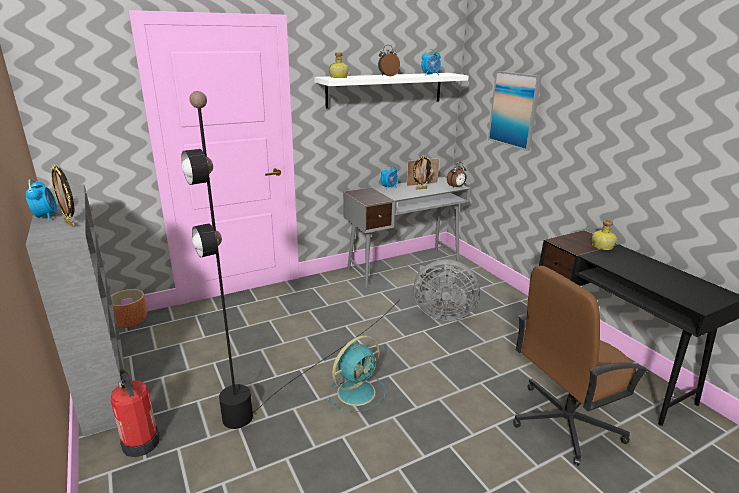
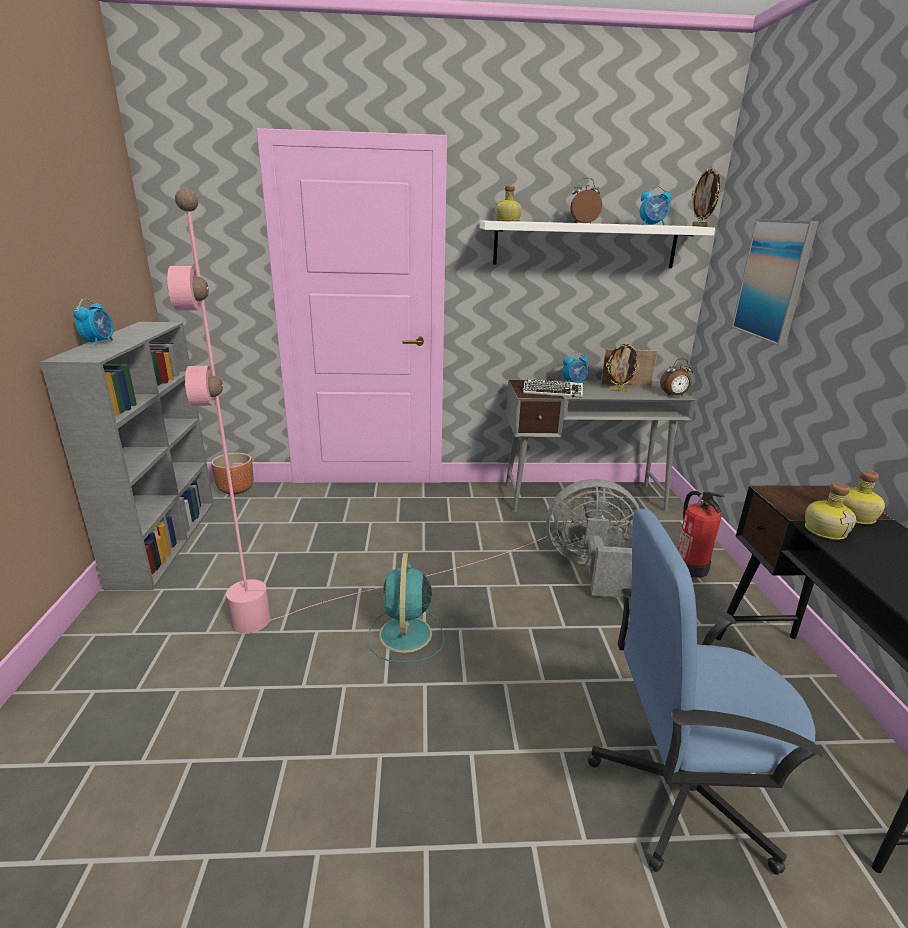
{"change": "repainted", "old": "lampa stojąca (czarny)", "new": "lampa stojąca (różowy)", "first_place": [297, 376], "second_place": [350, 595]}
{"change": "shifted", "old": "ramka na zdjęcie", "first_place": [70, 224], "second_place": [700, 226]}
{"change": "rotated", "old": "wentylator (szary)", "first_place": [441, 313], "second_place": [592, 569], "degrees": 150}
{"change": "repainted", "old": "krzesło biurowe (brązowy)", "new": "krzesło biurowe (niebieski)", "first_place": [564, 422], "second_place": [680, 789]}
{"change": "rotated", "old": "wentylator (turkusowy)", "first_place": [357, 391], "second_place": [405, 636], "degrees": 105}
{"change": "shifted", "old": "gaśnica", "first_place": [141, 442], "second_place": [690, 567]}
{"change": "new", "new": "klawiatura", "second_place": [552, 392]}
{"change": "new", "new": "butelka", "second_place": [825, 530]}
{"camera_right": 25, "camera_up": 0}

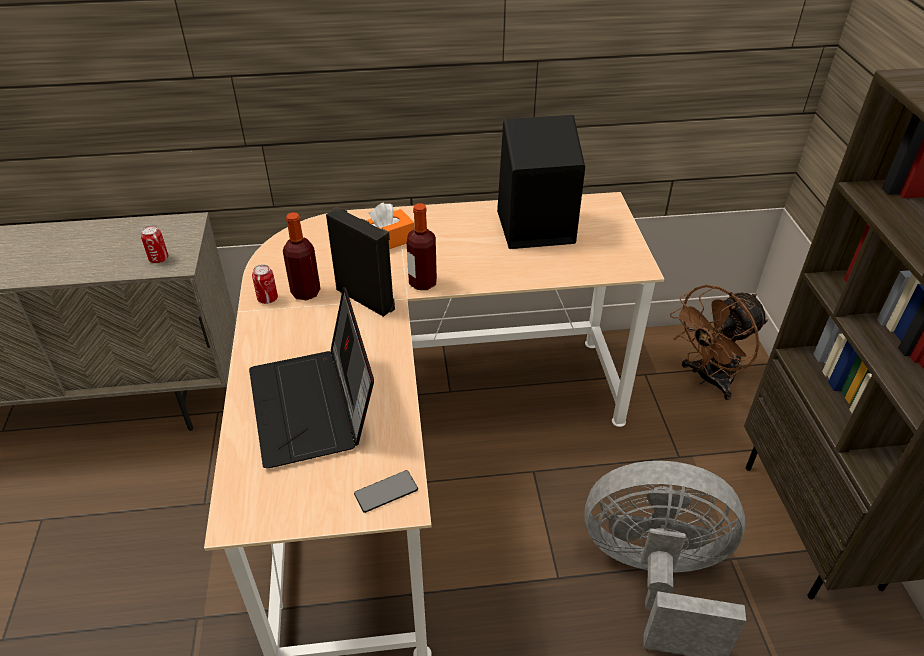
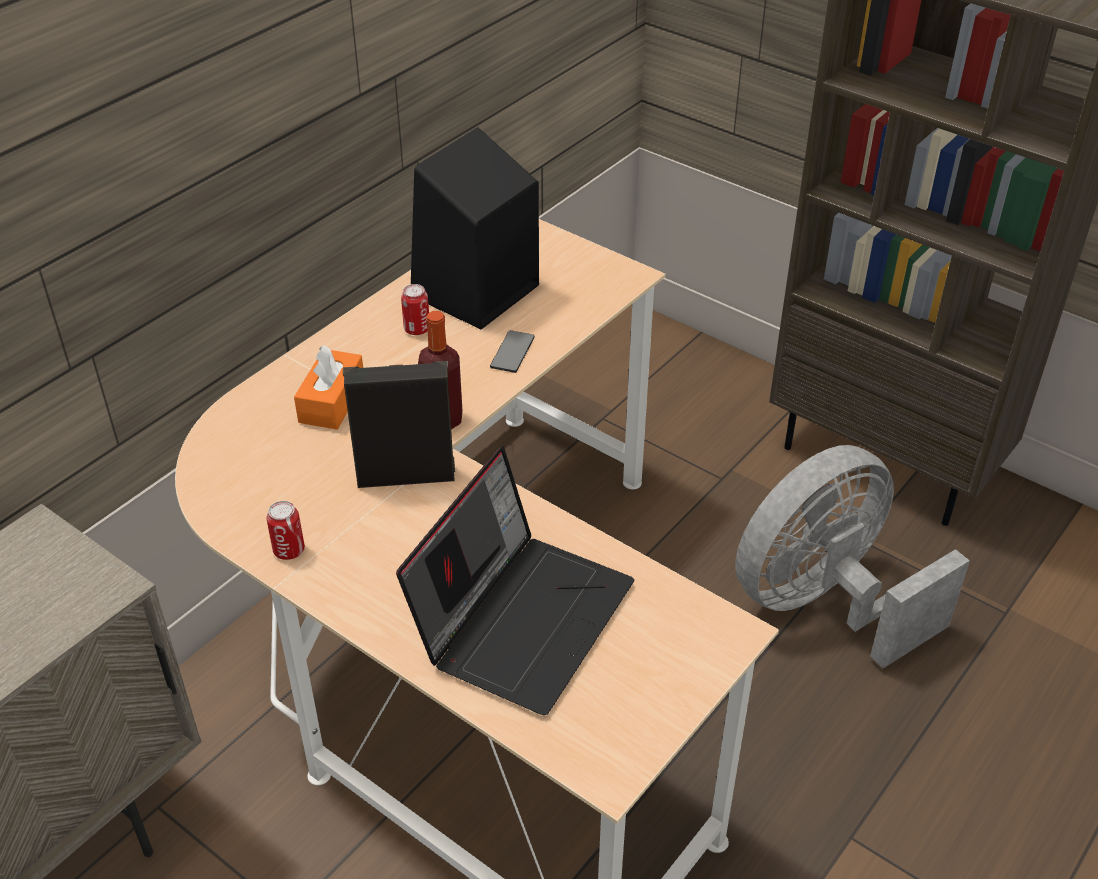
{"change": "gone", "old": "butelka", "first_place": [305, 292]}
{"change": "shifted", "old": "puszka", "first_place": [159, 259], "second_place": [417, 329]}
{"change": "gone", "old": "wentylator (brązowy)", "first_place": [708, 379]}
{"change": "rotated", "old": "laptop", "first_place": [314, 407], "second_place": [522, 616], "degrees": -90}
{"change": "shifted", "old": "telefon", "first_place": [386, 492], "second_place": [512, 352]}
{"camera_right": -45, "camera_up": 0}

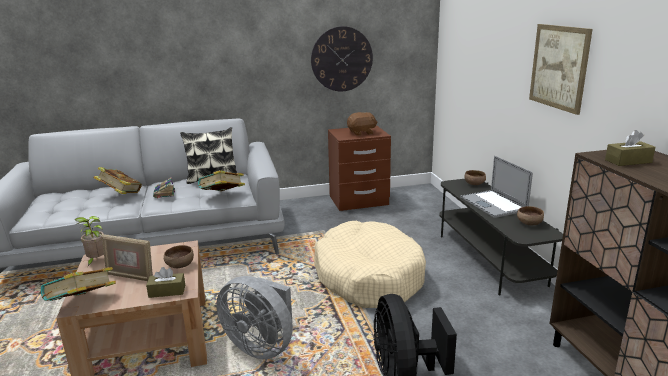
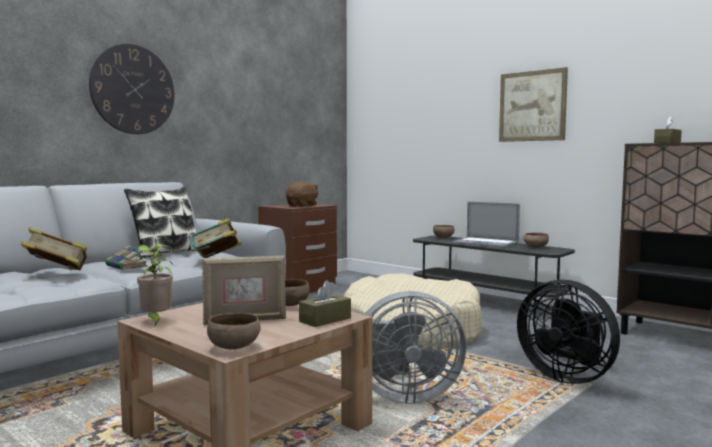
{"change": "shifted", "old": "zegar ścienny", "first_place": [342, 59], "second_place": [133, 89]}
{"change": "swapped", "old": "książka", "new": "miska (brązowy)", "first_place": [82, 304], "second_place": [235, 347]}
{"camera_right": -35, "camera_up": -15}

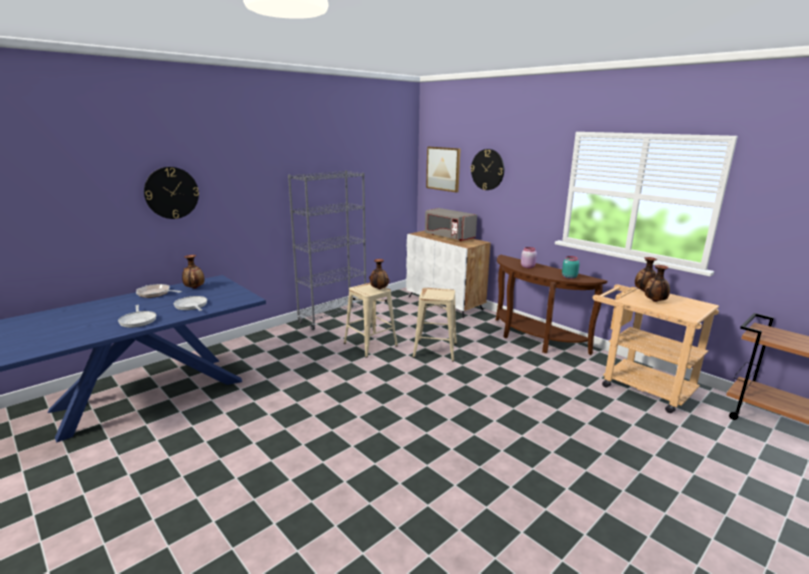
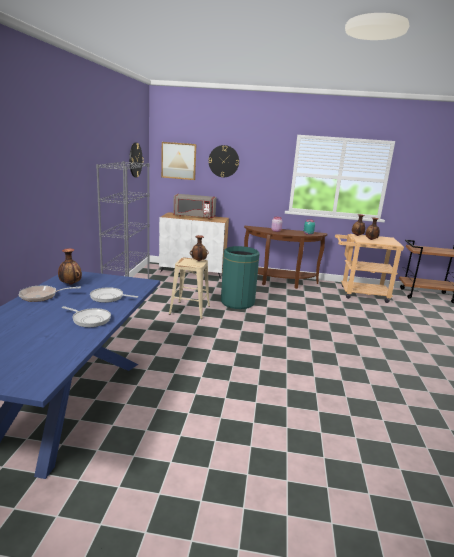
{"change": "shifted", "old": "zegar ścienny", "first_place": [171, 193], "second_place": [135, 160]}
{"change": "swapped", "old": "stołek (beżowy)", "new": "kosz na śmieci (zielony)", "first_place": [435, 350], "second_place": [237, 302]}
{"camera_right": -40, "camera_up": 0}

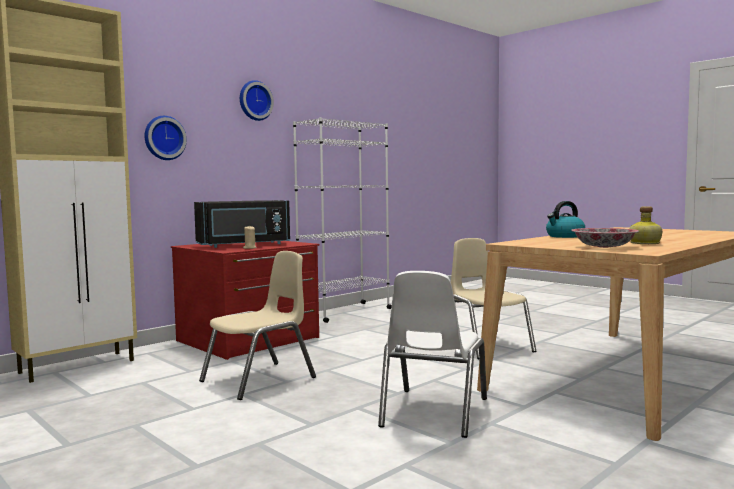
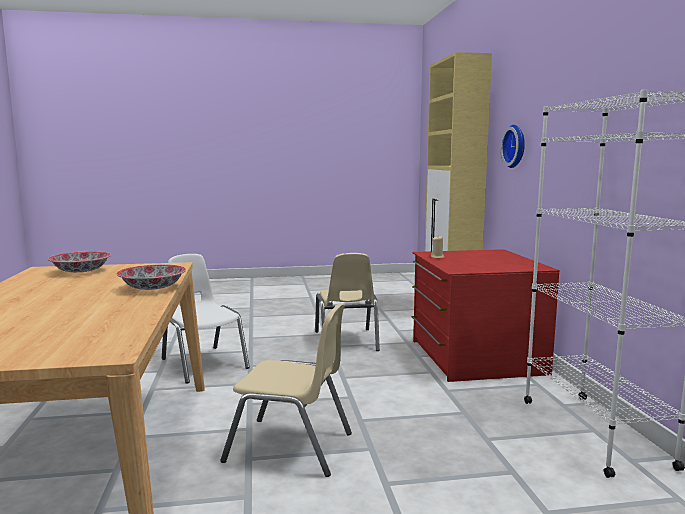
{"change": "gone", "old": "zegar ścienny", "first_place": [254, 101]}
{"change": "gone", "old": "mikrofalówka (czarny)", "first_place": [244, 245]}
{"change": "swapped", "old": "czajnik", "new": "miska", "first_place": [564, 236], "second_place": [152, 288]}
{"change": "gone", "old": "butelka", "first_place": [645, 243]}
{"camera_right": 125, "camera_up": 5}

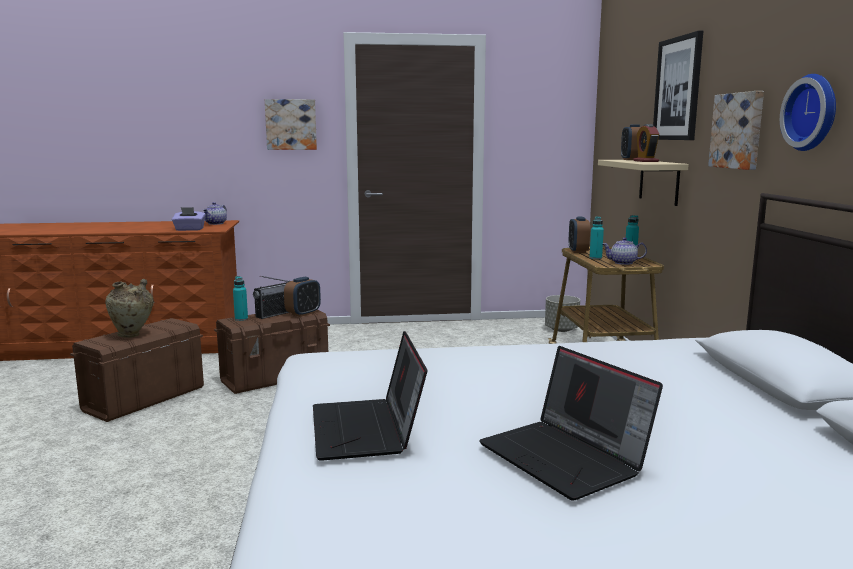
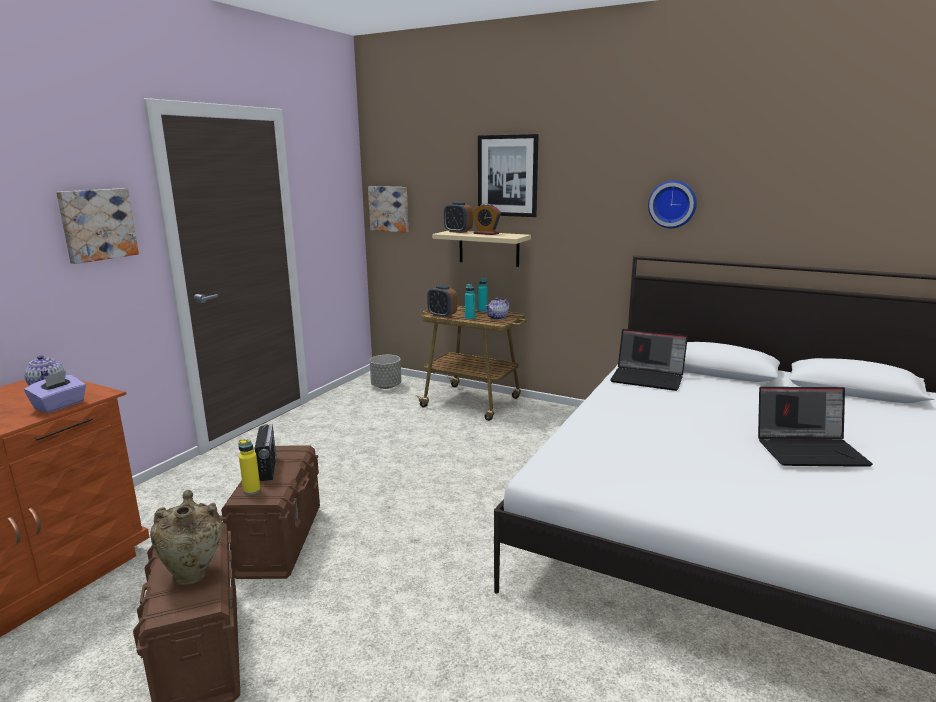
{"change": "shifted", "old": "obraz", "first_place": [738, 131], "second_place": [389, 208]}
{"change": "repainted", "old": "butelka (turkusowy)", "new": "butelka (żółty)", "first_place": [241, 319], "second_place": [252, 490]}
{"change": "gone", "old": "budzik", "first_place": [303, 313]}
{"change": "shifted", "old": "laptop", "first_place": [368, 430], "second_place": [648, 378]}
{"camera_right": -55, "camera_up": 5}

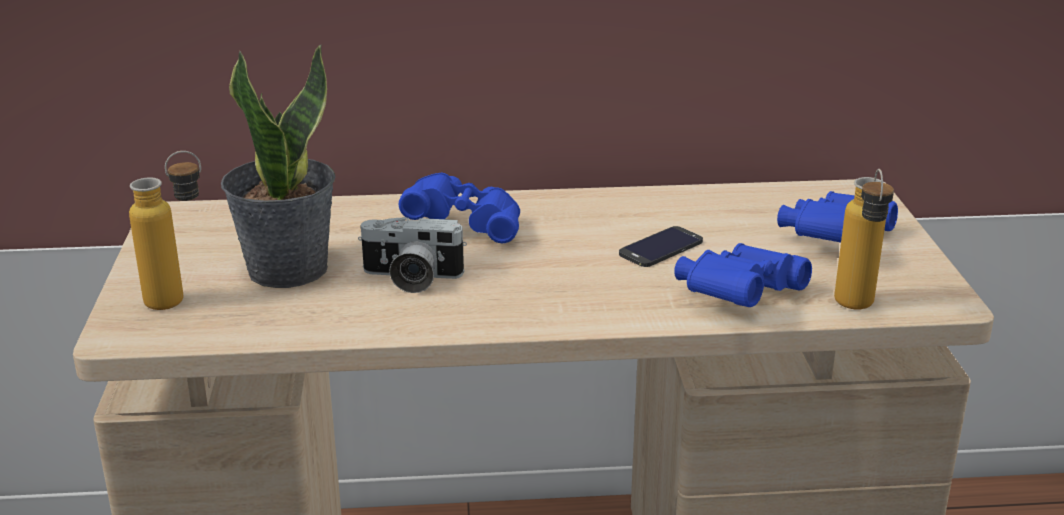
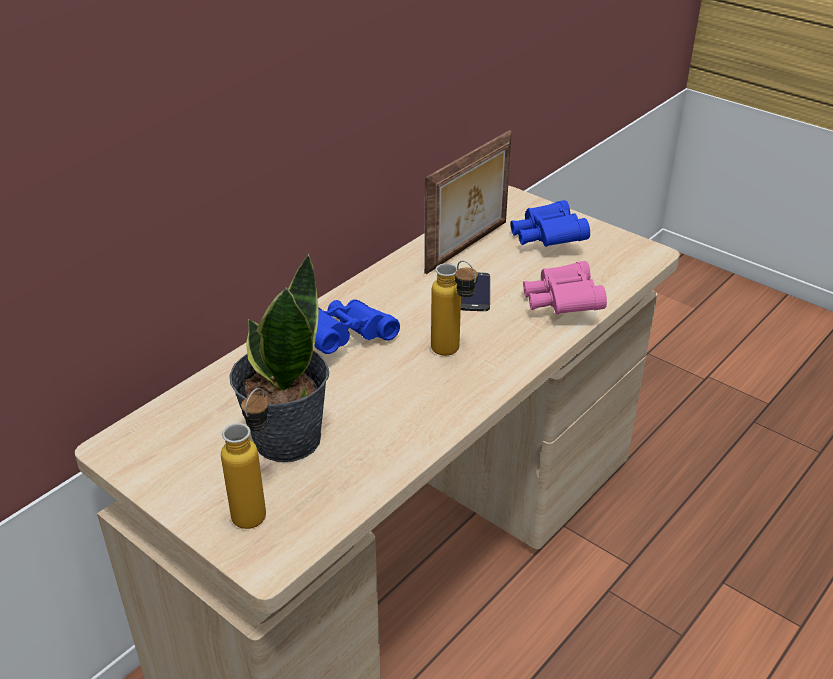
{"change": "shifted", "old": "butelka", "first_place": [856, 309], "second_place": [453, 354]}
{"change": "gone", "old": "aparat fotograficzny", "first_place": [410, 278]}
{"change": "repainted", "old": "lornetka (niebieski)", "new": "lornetka (różowy)", "first_place": [737, 297], "second_place": [562, 304]}
{"change": "new", "new": "ramka na zdjęcie", "second_place": [468, 247]}
{"camera_right": -45, "camera_up": 10}

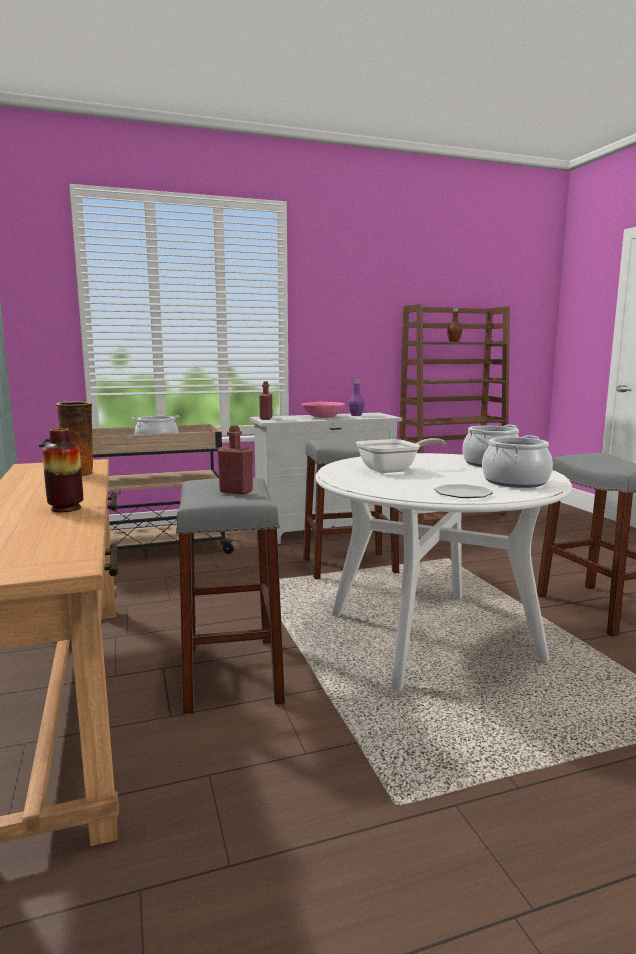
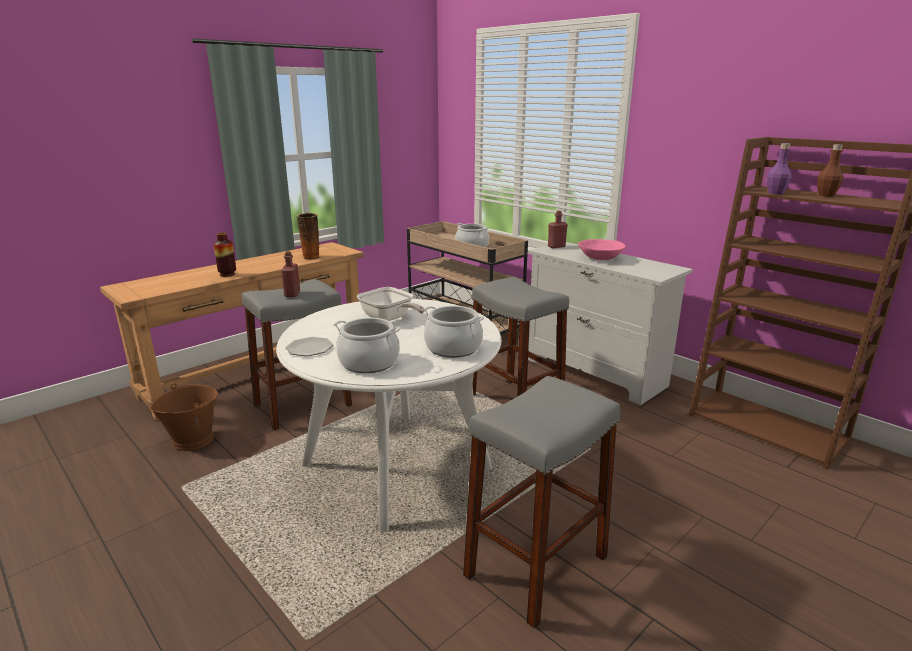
{"change": "shifted", "old": "butelka (fioletowy)", "first_place": [356, 415], "second_place": [775, 193]}
{"change": "new", "new": "wiadro (brązowy)", "second_place": [193, 439]}
{"camera_right": 65, "camera_up": 10}

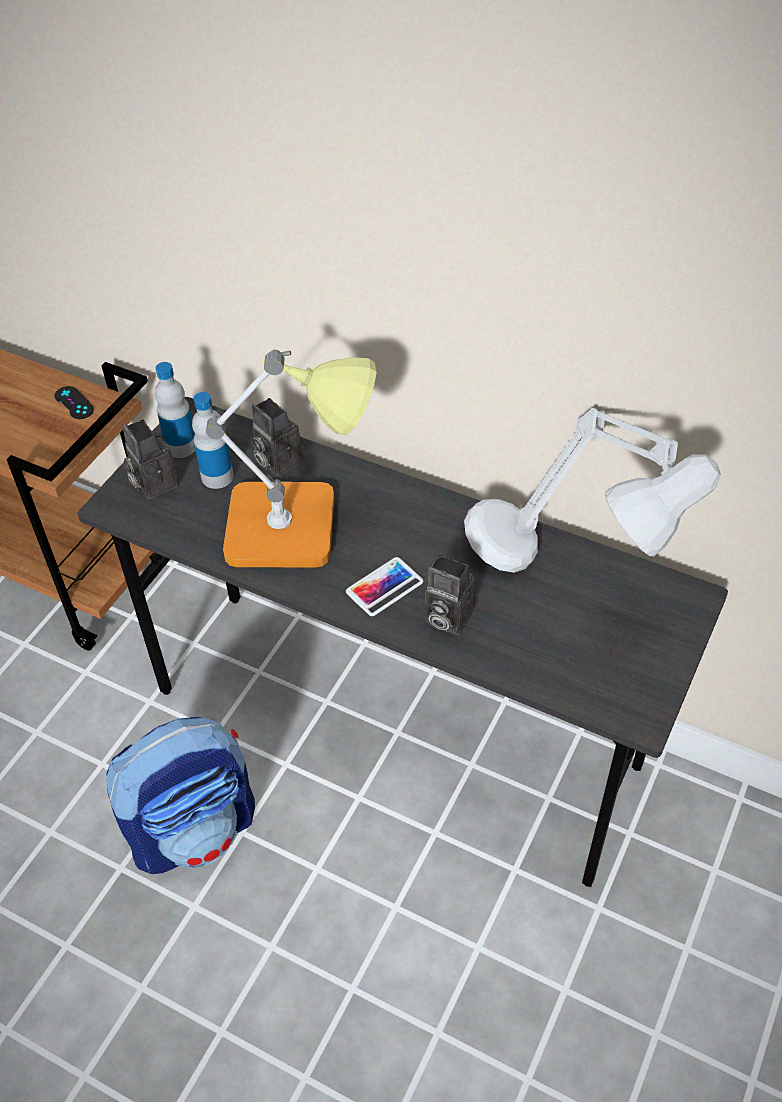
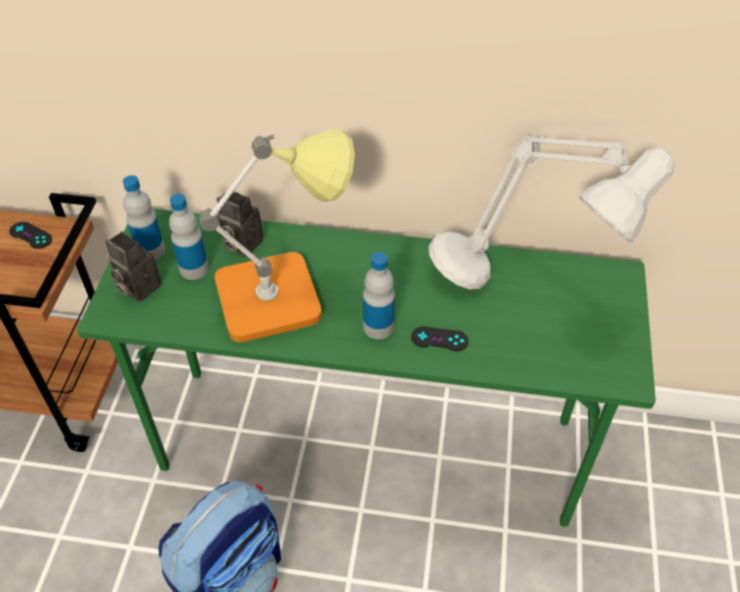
{"change": "repainted", "old": "biurko (szary)", "new": "biurko (zielony)", "first_place": [397, 727], "second_place": [370, 443]}
{"change": "swapped", "old": "aparat fotograficzny", "new": "pad do gier (czarny)", "first_place": [445, 617], "second_place": [439, 339]}
{"change": "swapped", "old": "telefon", "new": "butelka", "first_place": [384, 587], "second_place": [378, 327]}
{"camera_right": -20, "camera_up": 0}

